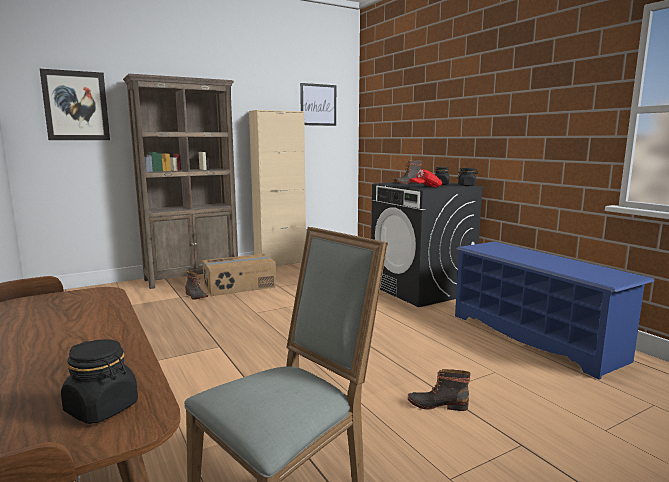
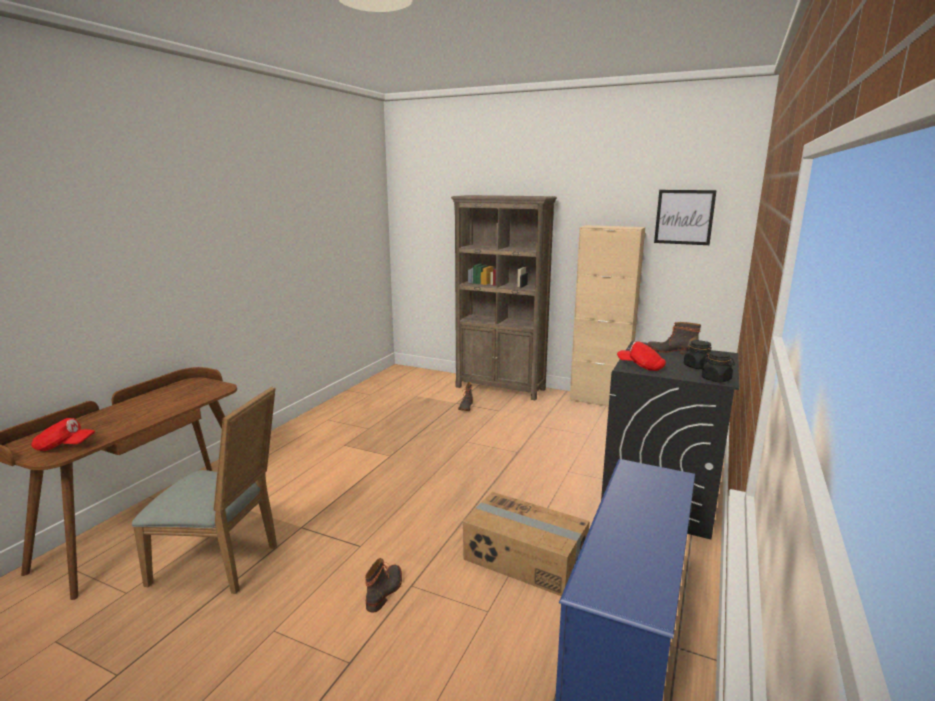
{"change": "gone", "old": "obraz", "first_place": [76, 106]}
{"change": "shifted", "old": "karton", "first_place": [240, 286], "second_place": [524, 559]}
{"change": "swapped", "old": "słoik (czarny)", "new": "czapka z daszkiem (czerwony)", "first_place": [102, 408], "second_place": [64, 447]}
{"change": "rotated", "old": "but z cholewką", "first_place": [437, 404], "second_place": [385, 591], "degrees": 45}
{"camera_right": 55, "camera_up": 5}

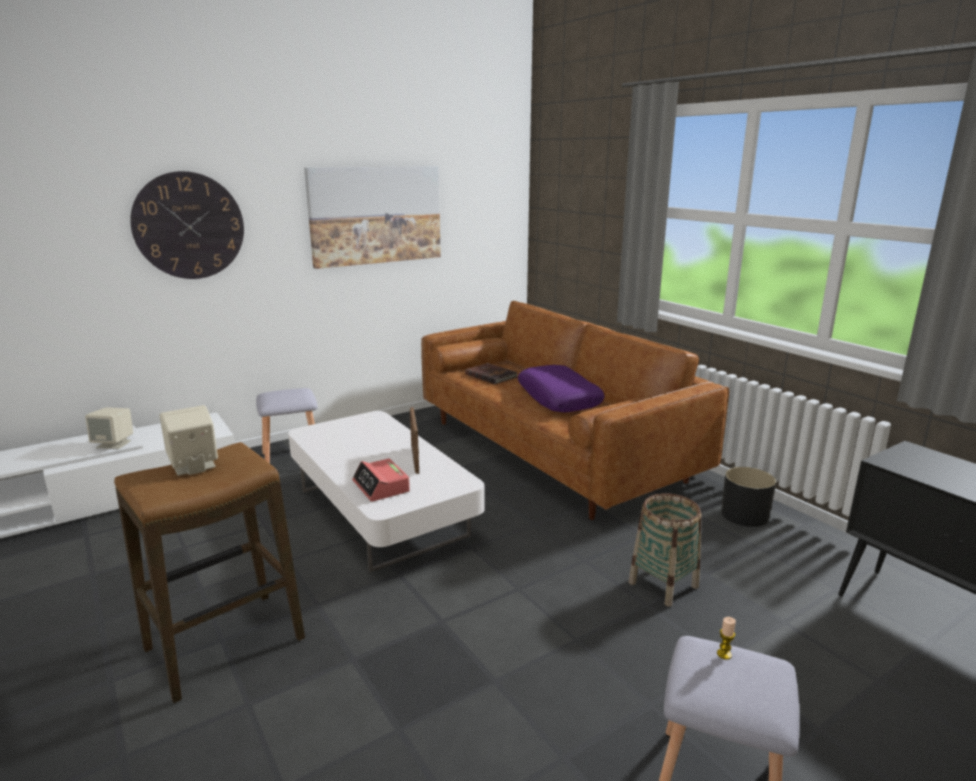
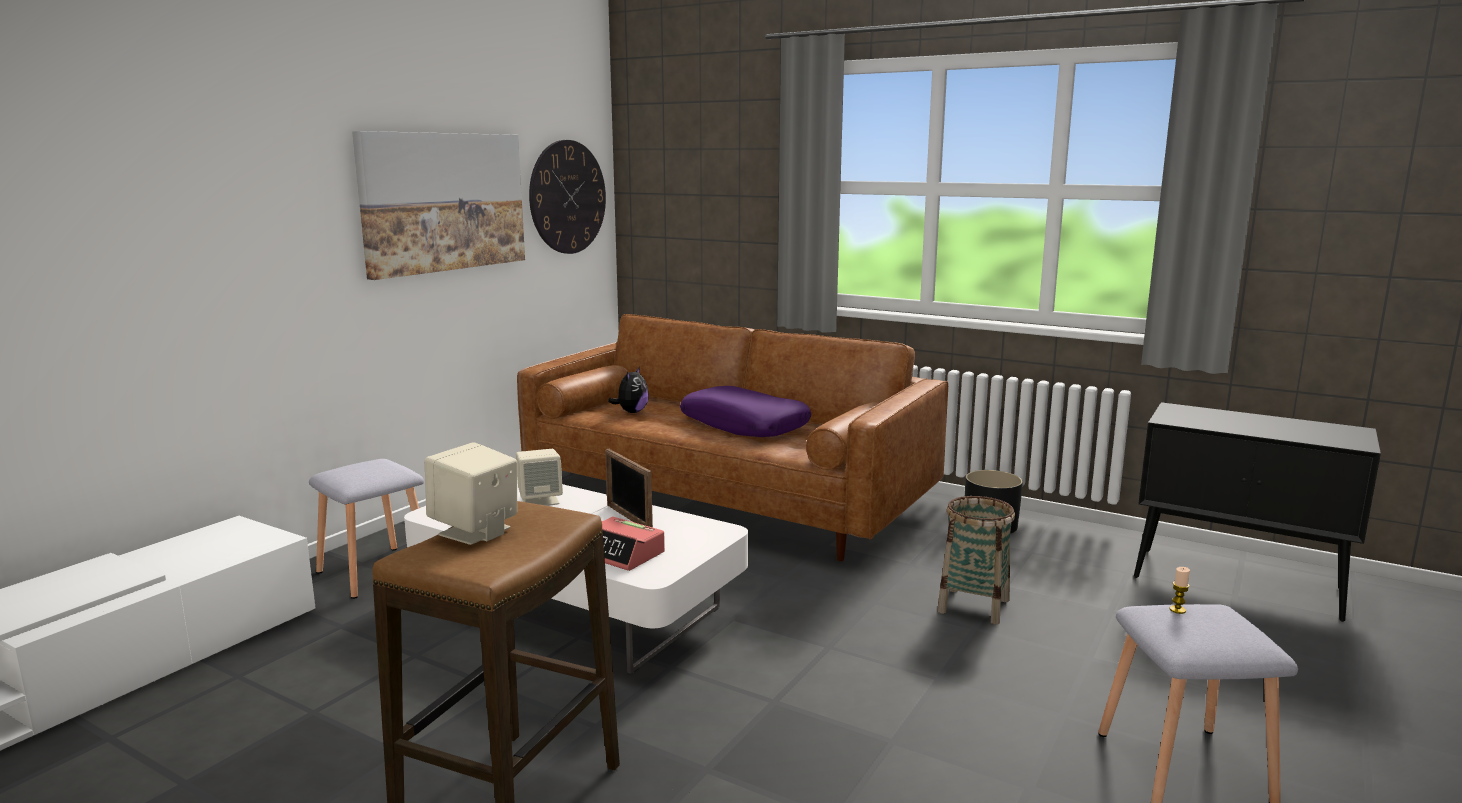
{"change": "shifted", "old": "zegar ścienny", "first_place": [189, 226], "second_place": [567, 197]}
{"change": "swapped", "old": "książka (brązowy)", "new": "pluszak", "first_place": [491, 375], "second_place": [631, 412]}
{"change": "shifted", "old": "głośnik (beżowy)", "first_place": [114, 444], "second_place": [540, 501]}
{"camera_right": -25, "camera_up": -5}

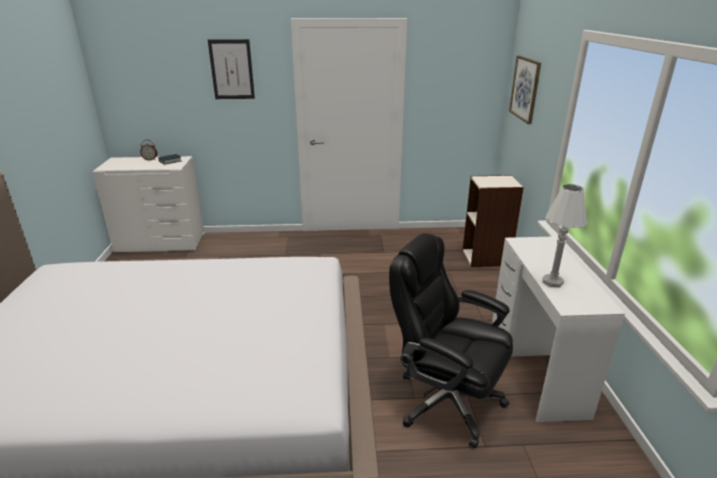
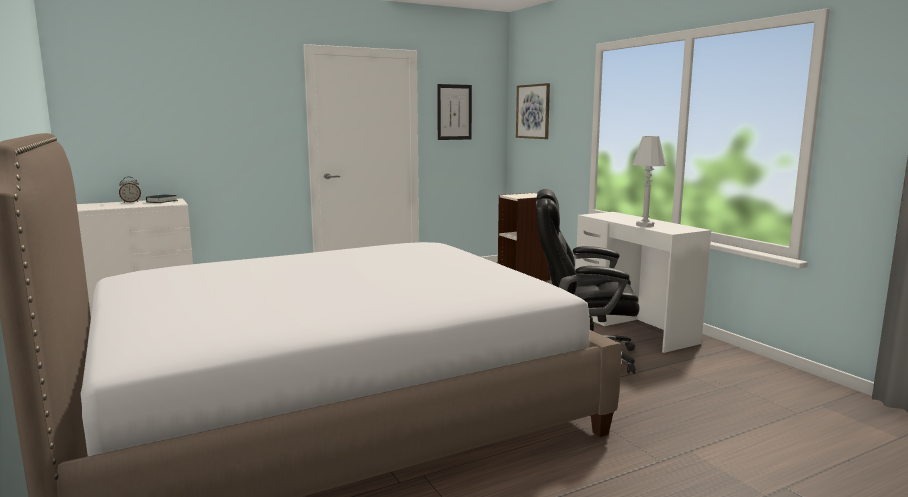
{"change": "shifted", "old": "obraz", "first_place": [232, 69], "second_place": [454, 112]}
{"camera_right": -25, "camera_up": -15}

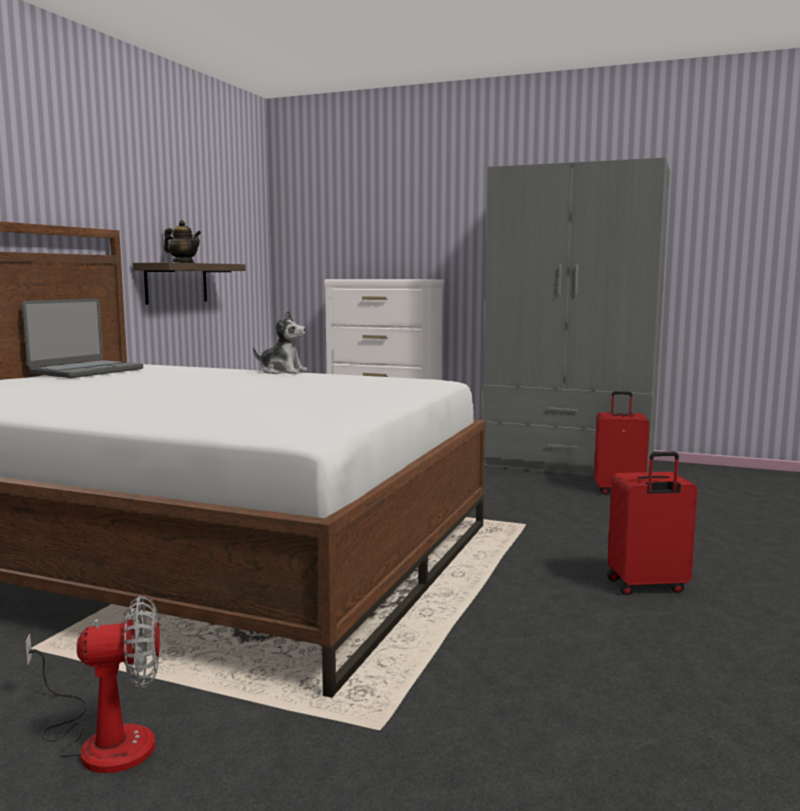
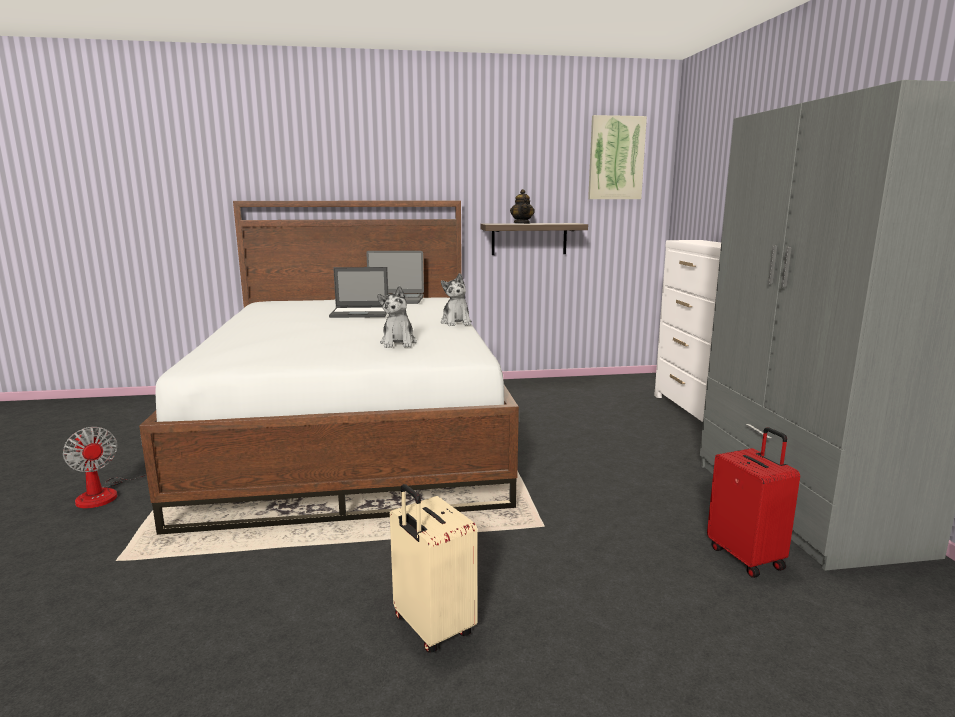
{"change": "repainted", "old": "walizka (czerwony)", "new": "walizka (beżowy)", "first_place": [647, 586], "second_place": [431, 628]}
{"change": "new", "new": "obraz", "second_place": [616, 158]}
{"change": "new", "new": "laptop", "second_place": [361, 313]}
{"change": "new", "new": "pluszak", "second_place": [398, 343]}
{"camera_right": 60, "camera_up": 5}

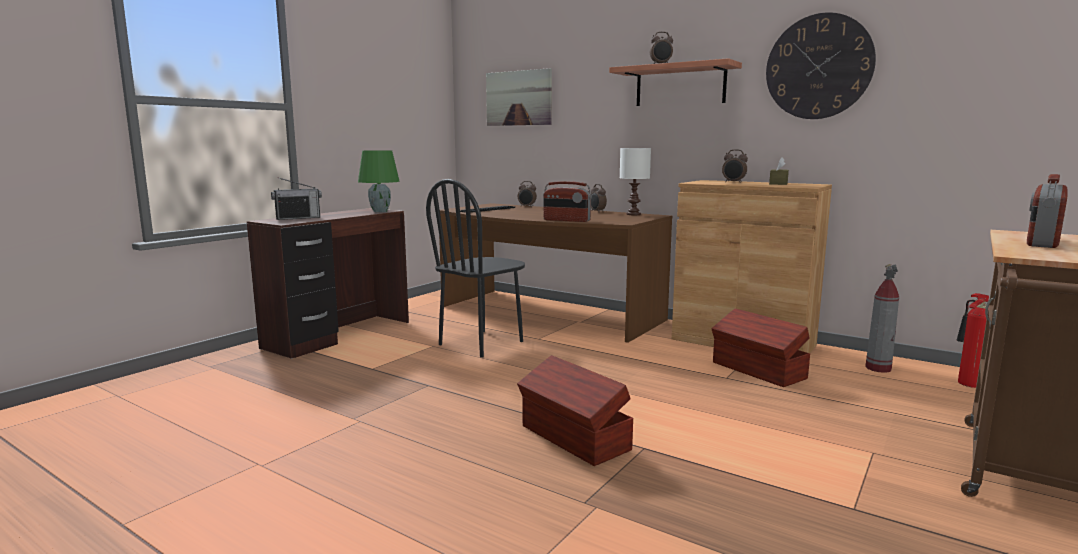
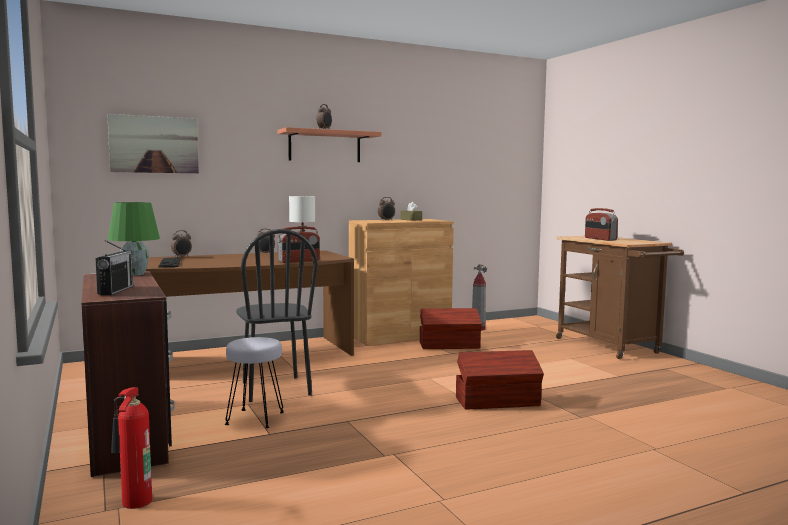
{"change": "gone", "old": "zegar ścienny", "first_place": [818, 67]}
{"change": "shifted", "old": "gaśnica", "first_place": [967, 383], "second_place": [133, 503]}
{"change": "new", "new": "stołek (szary)", "second_place": [255, 419]}
{"camera_right": -60, "camera_up": -5}

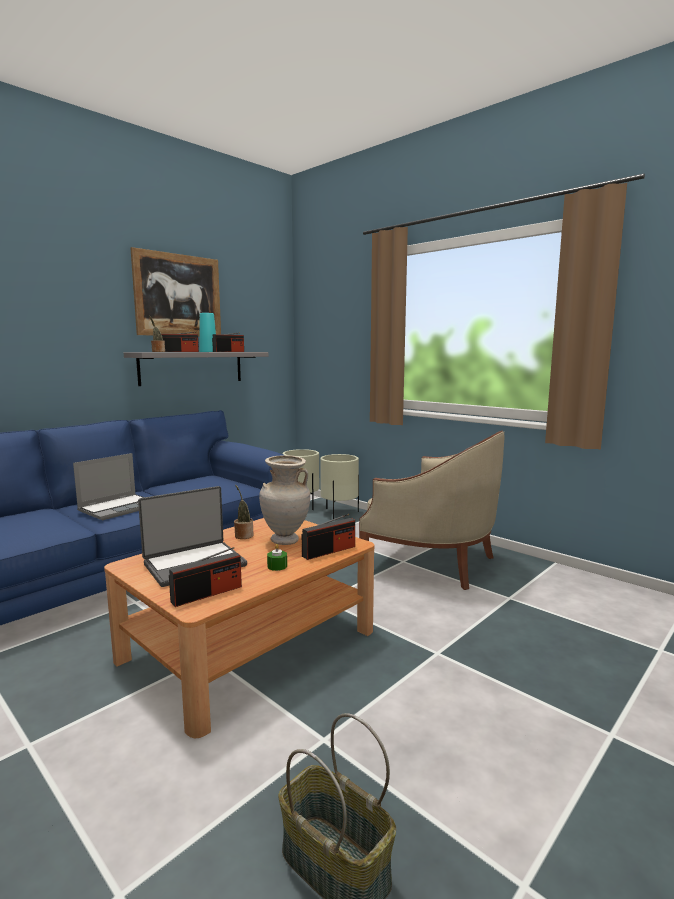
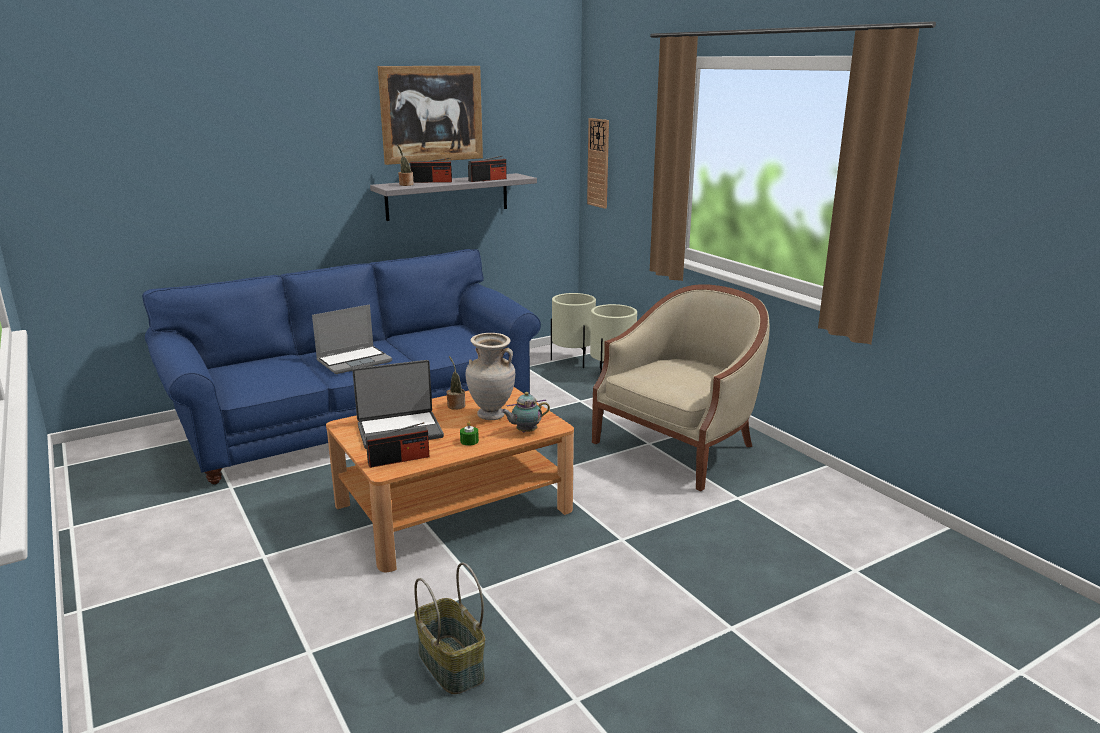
{"change": "gone", "old": "wazon (turkusowy)", "first_place": [208, 351]}
{"change": "rotated", "old": "fotel (beżowy)", "first_place": [431, 562], "second_place": [680, 448], "degrees": -90}
{"change": "swapped", "old": "radio", "new": "imbryk", "first_place": [329, 551], "second_place": [525, 431]}
{"change": "new", "new": "zegar ścienny", "second_place": [598, 163]}
{"camera_right": 15, "camera_up": 10}

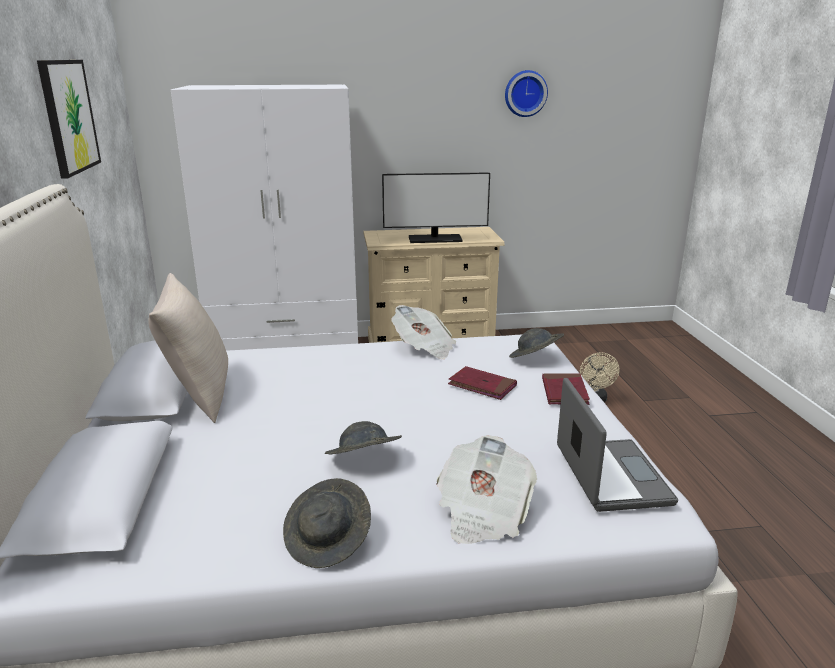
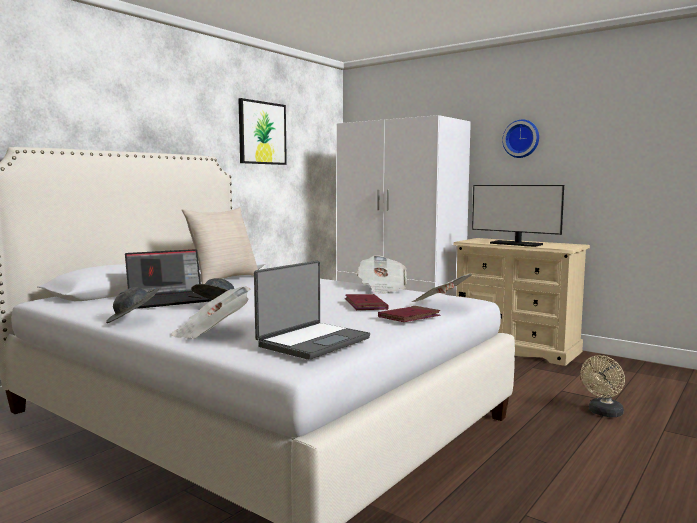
{"change": "shifted", "old": "zegar ścienny", "first_place": [525, 93], "second_place": [521, 139]}
{"change": "swapped", "old": "kapelusz (szary)", "new": "gazeta", "first_place": [535, 358], "second_place": [440, 305]}
{"change": "new", "new": "laptop", "second_place": [170, 300]}
{"camera_right": 45, "camera_up": -15}

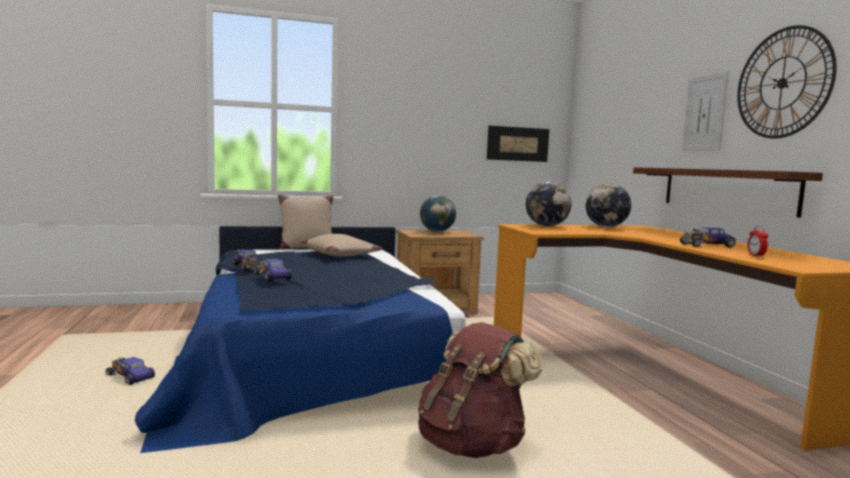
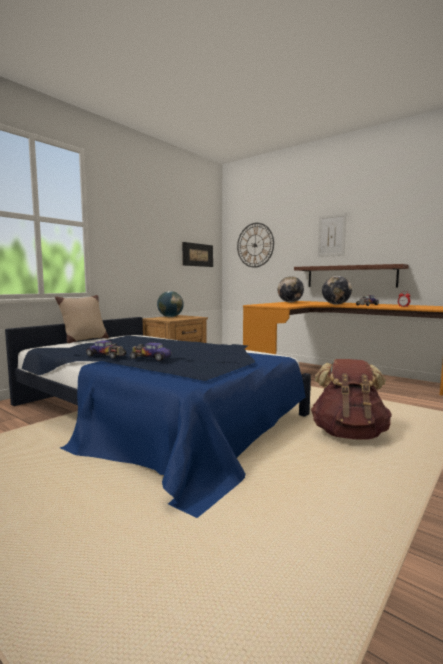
{"change": "shifted", "old": "zegar ścienny", "first_place": [782, 83], "second_place": [255, 245]}
{"change": "shifted", "old": "globus", "first_place": [546, 226], "second_place": [336, 304]}
{"change": "gone", "old": "poduszka (beżowy)", "first_place": [340, 255]}
{"change": "gone", "old": "samochodzik", "first_place": [129, 377]}
{"camera_right": -35, "camera_up": 0}

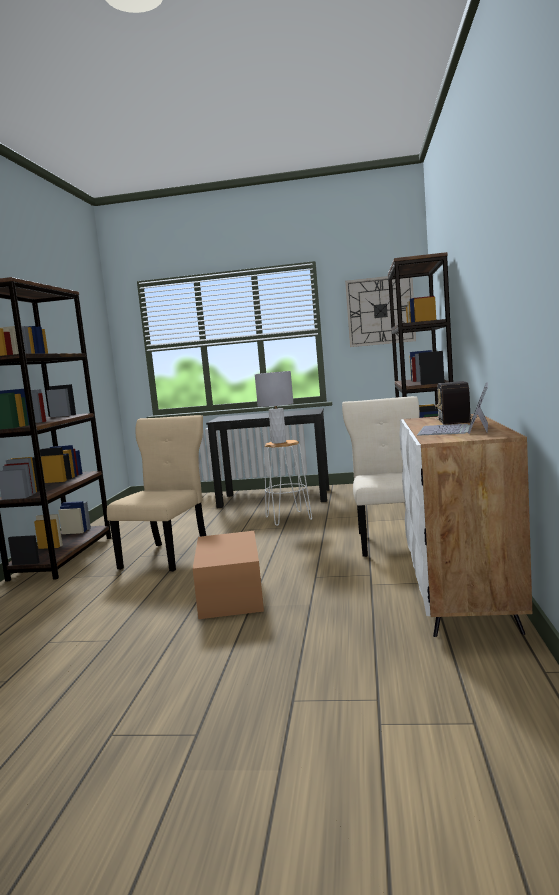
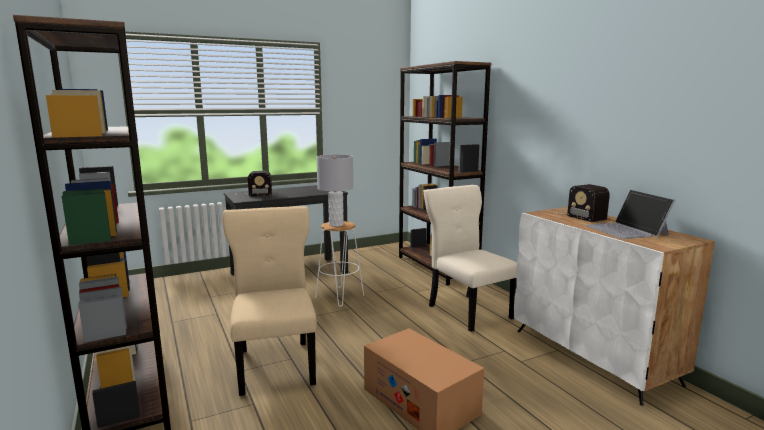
{"change": "gone", "old": "zegar ścienny", "first_place": [380, 311]}
{"change": "new", "new": "radio", "second_place": [252, 194]}
{"camera_right": -35, "camera_up": 5}

